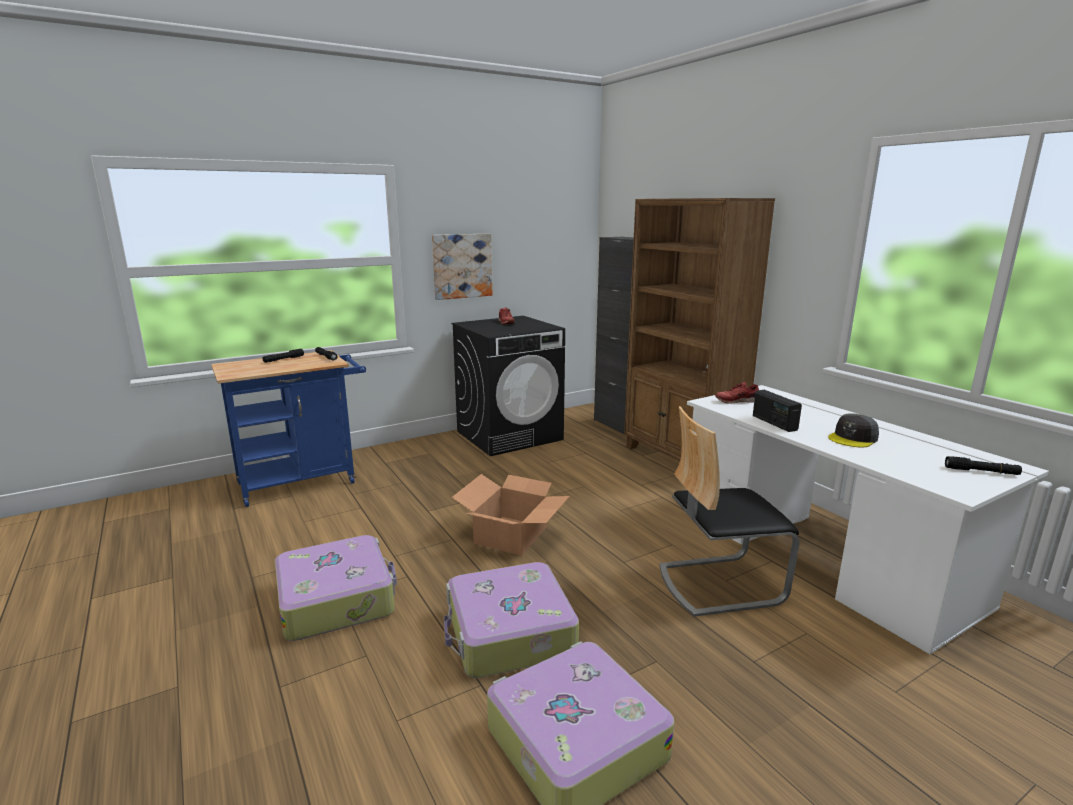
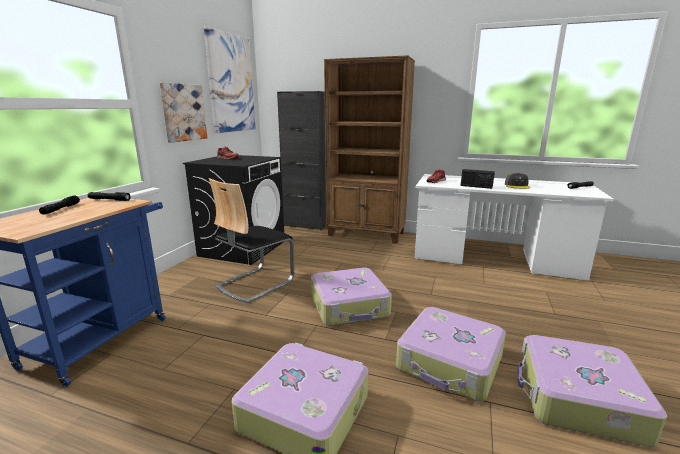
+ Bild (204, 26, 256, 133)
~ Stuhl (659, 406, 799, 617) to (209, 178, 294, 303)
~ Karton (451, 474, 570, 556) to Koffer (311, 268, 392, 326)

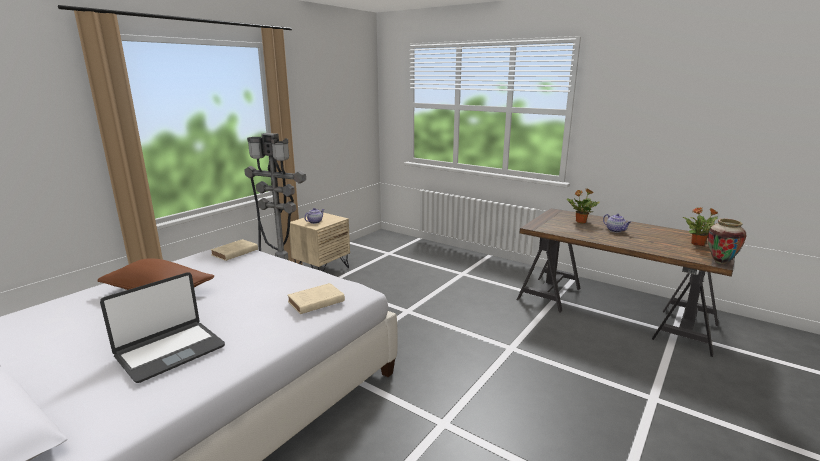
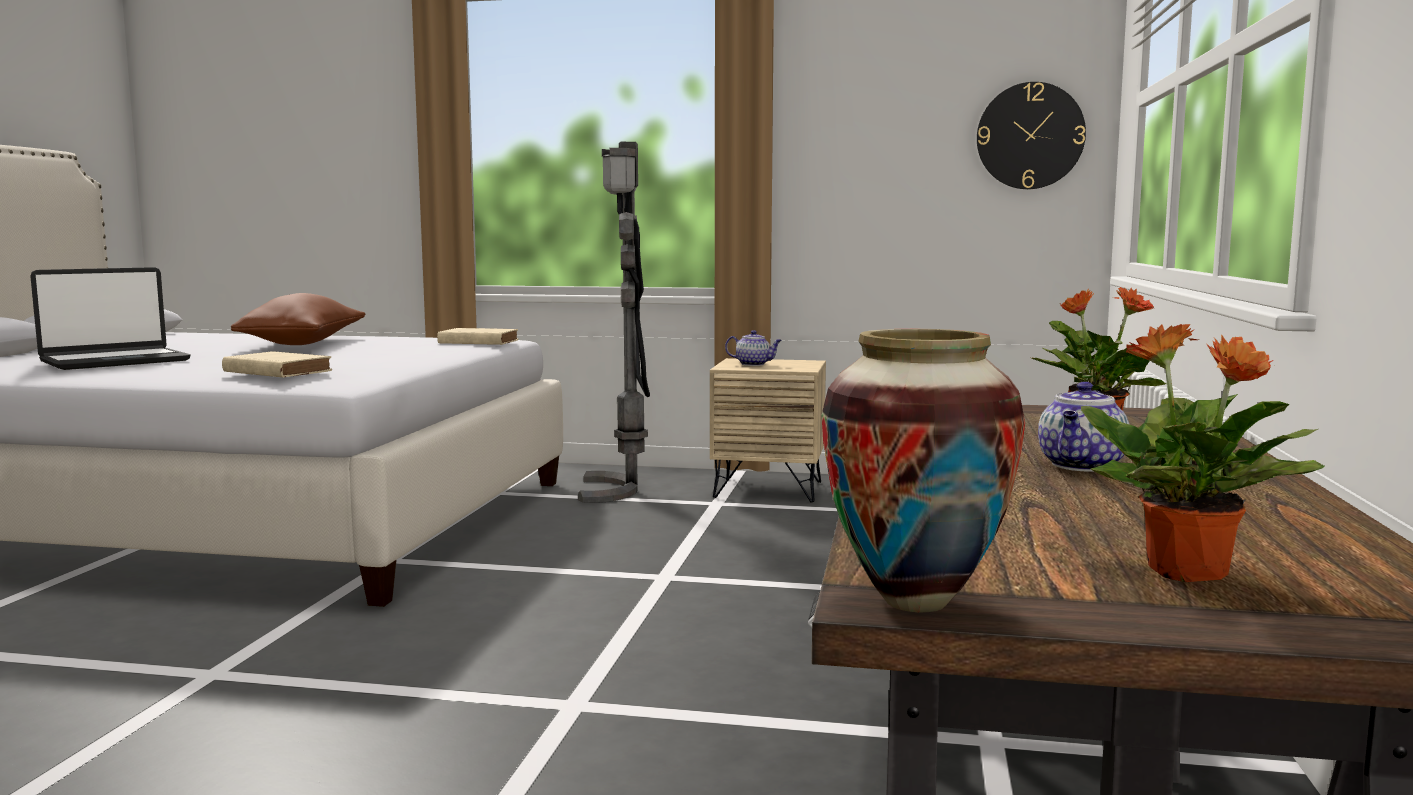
+ Wanduhr (977, 82, 1086, 189)
~ Laptop (100, 272, 225, 383) = (30, 267, 191, 370) 60 degrees counterclockwise

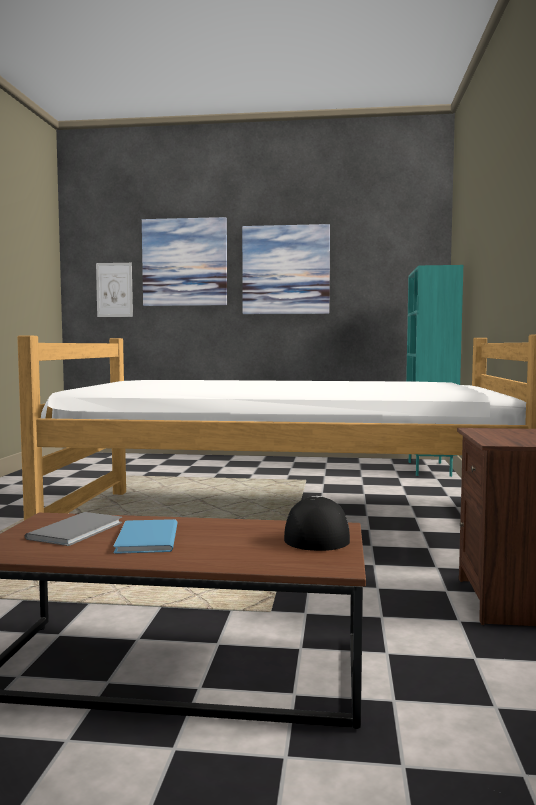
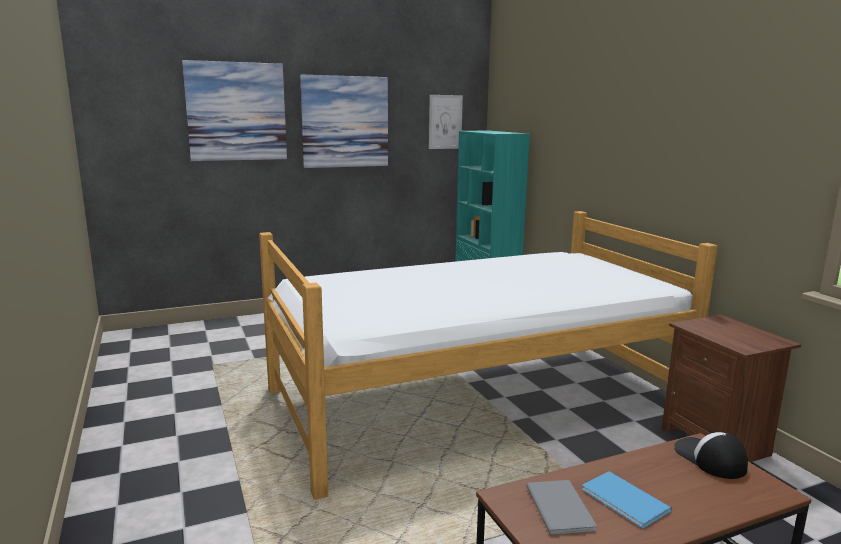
~ Bild (96, 263, 133, 317) to (429, 95, 463, 149)

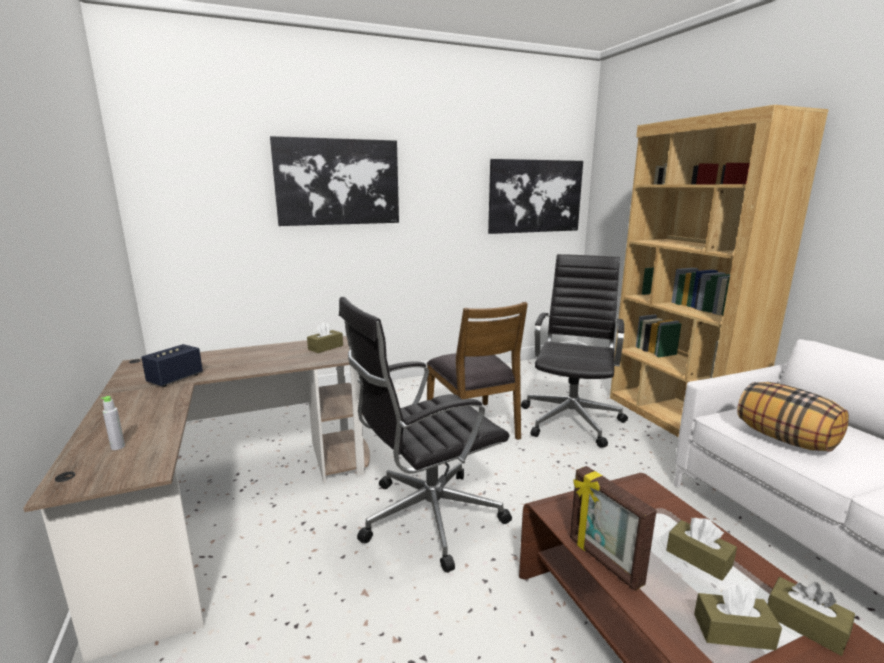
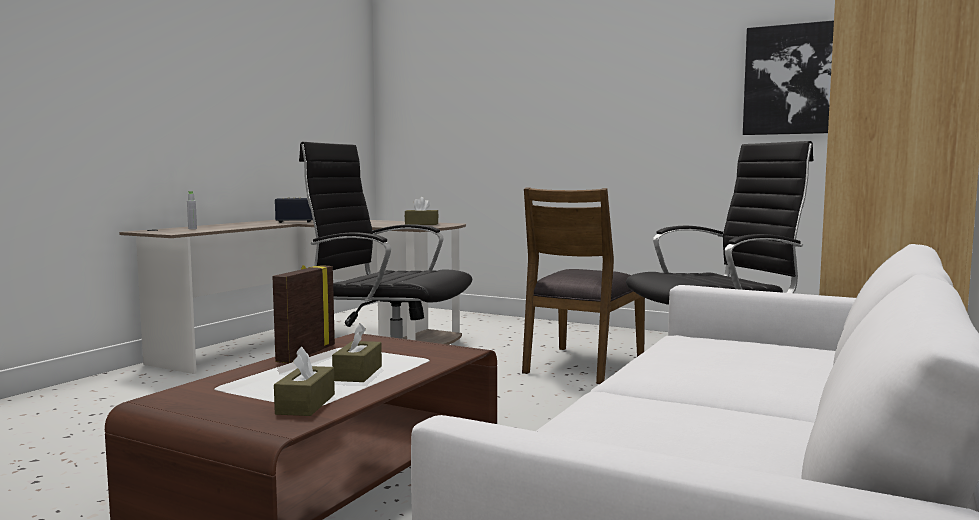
- Bild (270, 136, 399, 226)
- Taschentuchbox (braun) (694, 585, 782, 650)
- Kissen (737, 382, 849, 452)

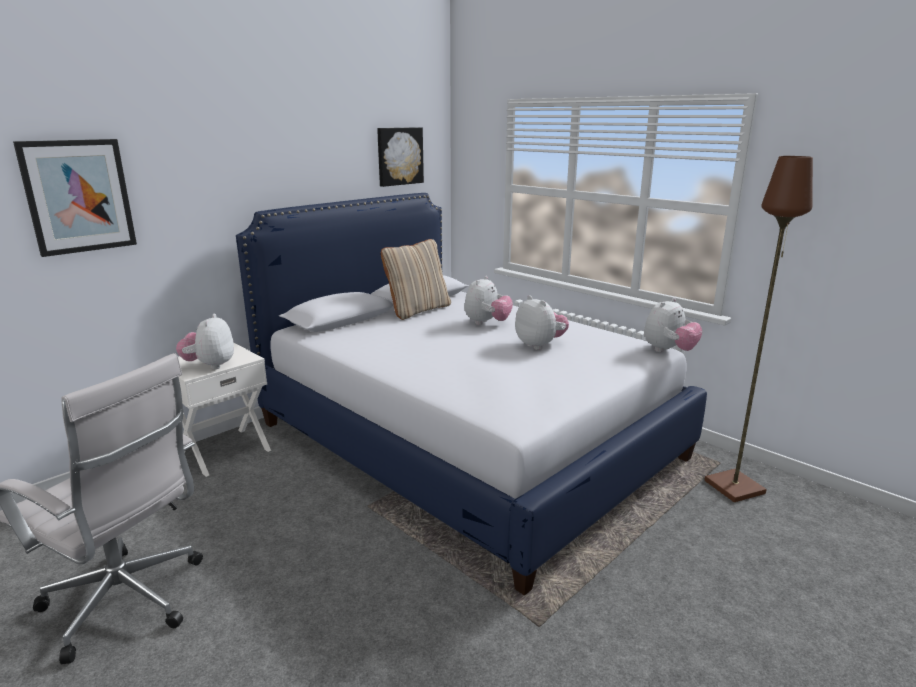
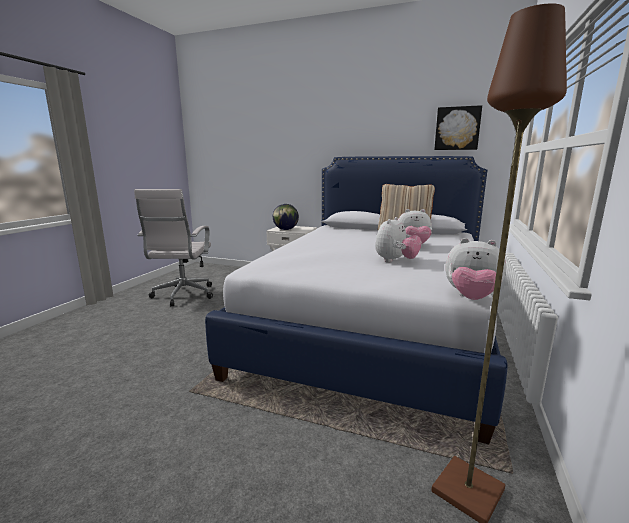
- Bild (13, 139, 137, 257)
~ Plüschtier (176, 314, 234, 370) to Globus (273, 204, 299, 230)

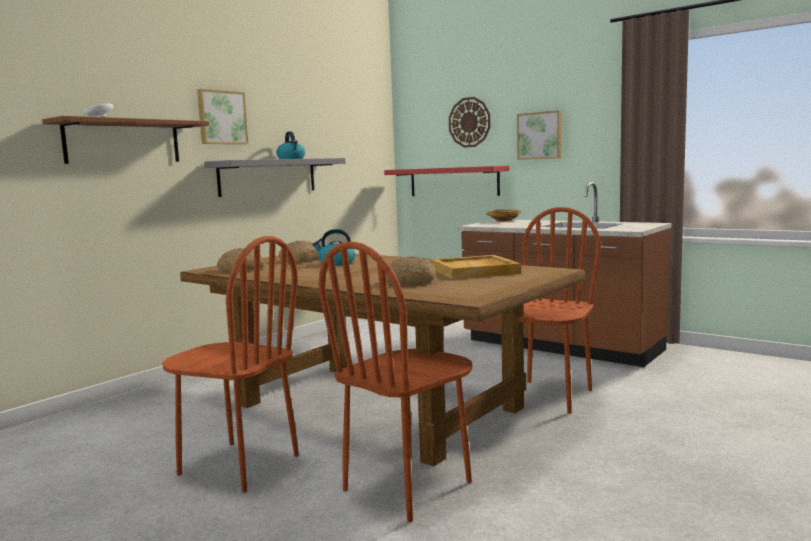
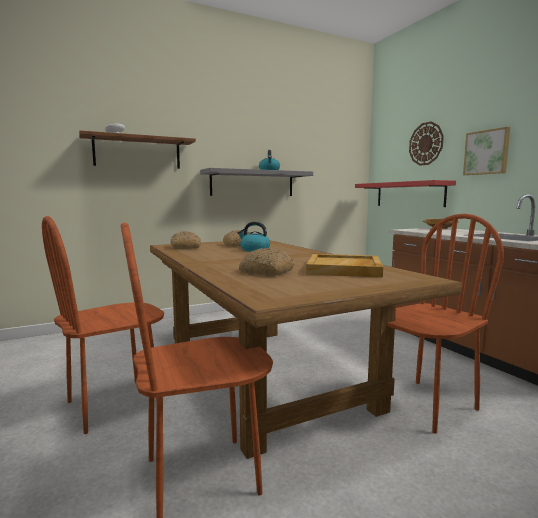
- Bild (197, 89, 248, 144)
~ Stuhl (braun) (162, 236, 299, 493) = (42, 216, 164, 434) 90 degrees clockwise

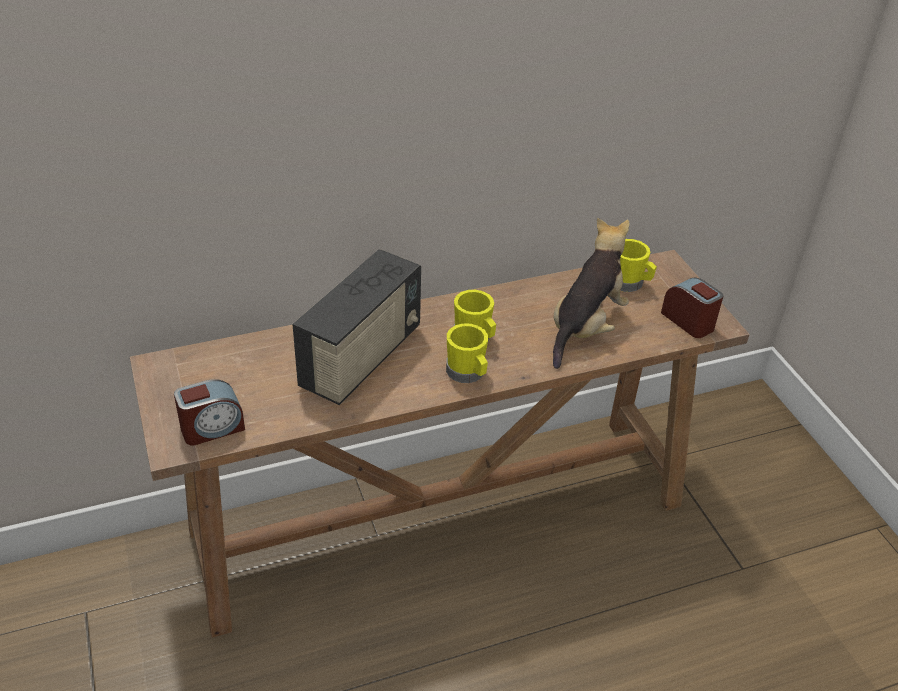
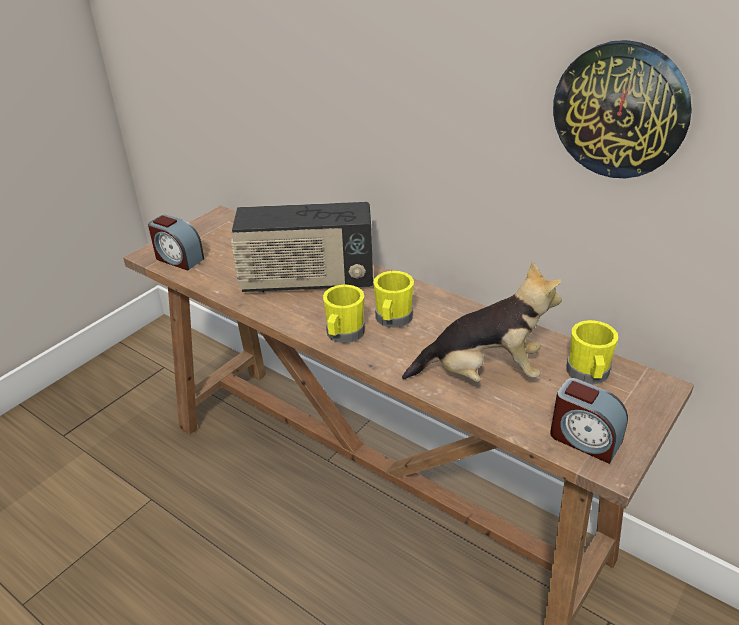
+ Wanduhr (553, 40, 692, 178)
~ Wecker (661, 277, 723, 338) = (550, 378, 628, 464) 105 degrees clockwise

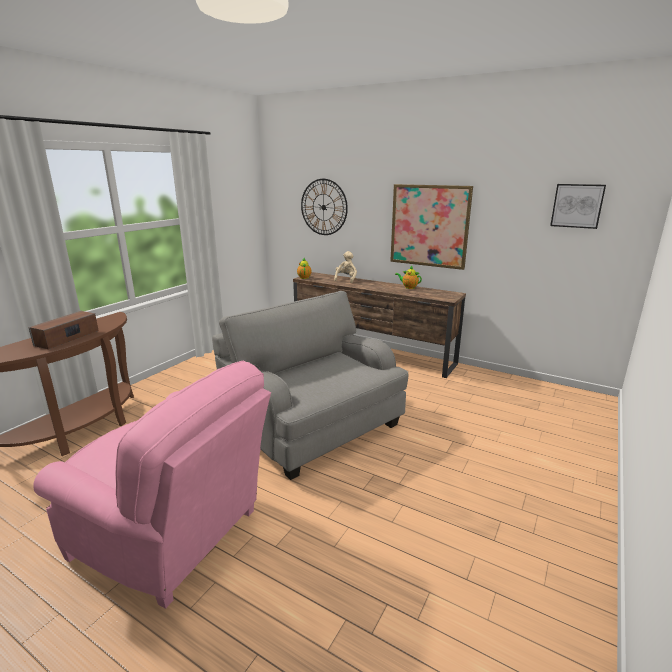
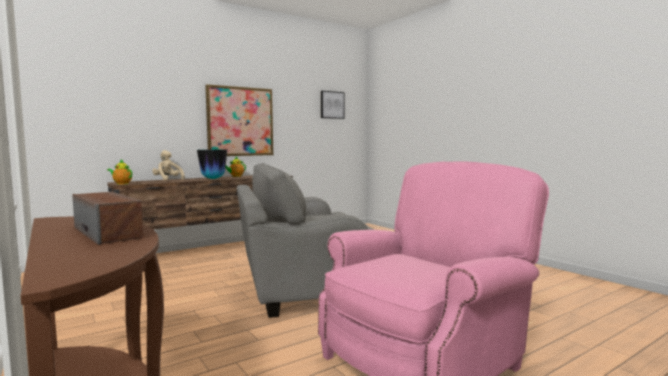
- Wanduhr (301, 179, 348, 235)
+ Vase (197, 150, 227, 179)

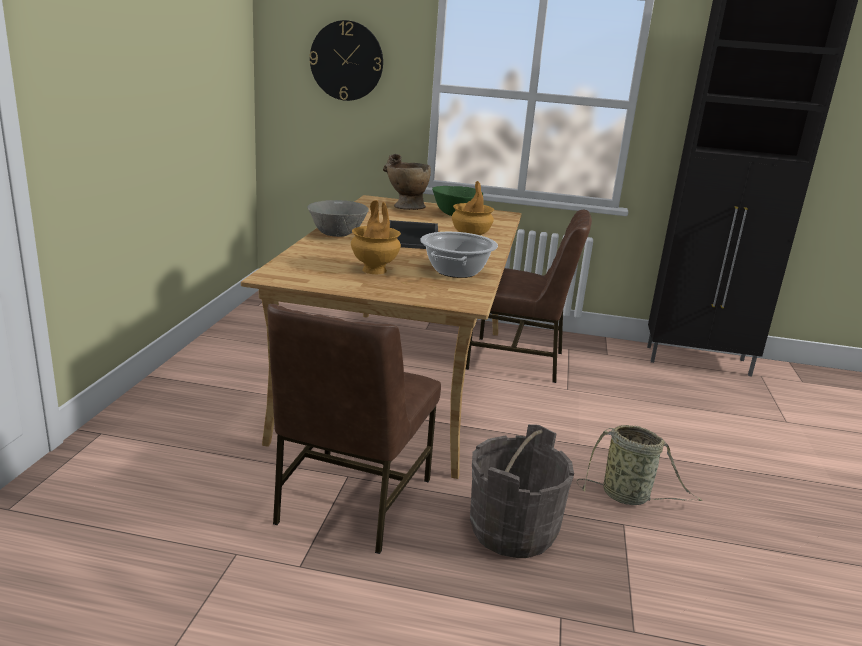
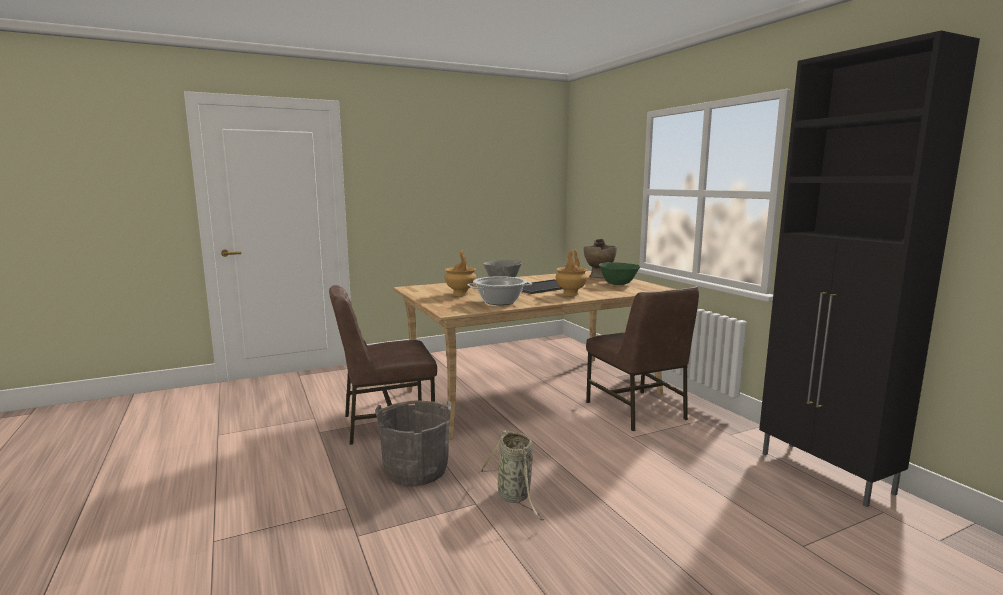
- Wanduhr (310, 20, 383, 101)

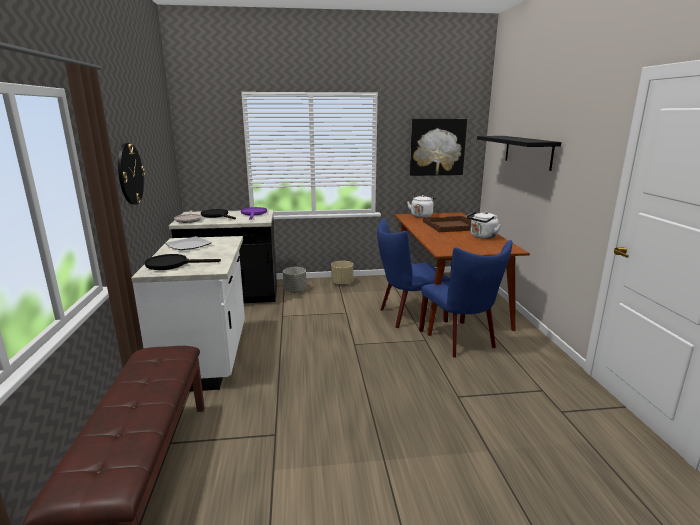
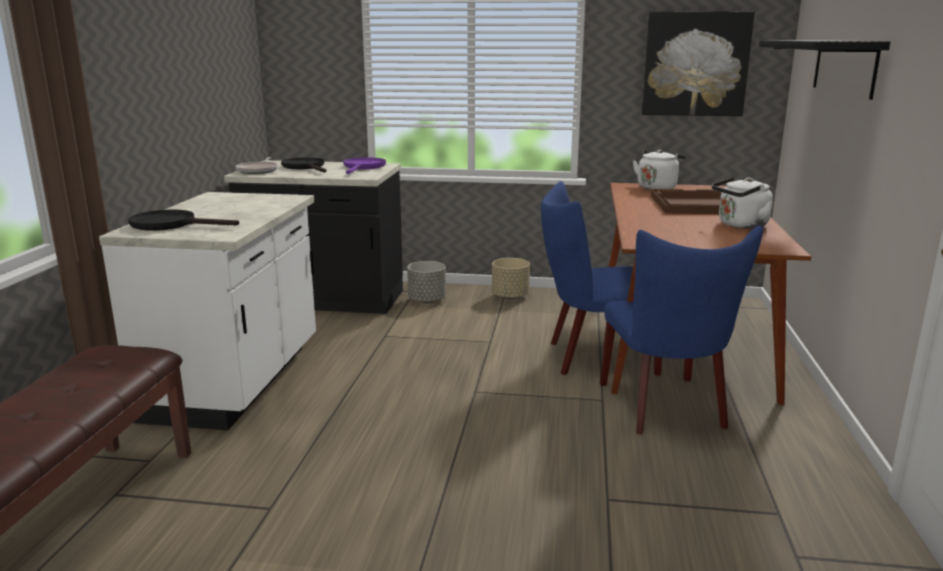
- Wanduhr (118, 143, 145, 205)
- Teller (165, 236, 212, 250)

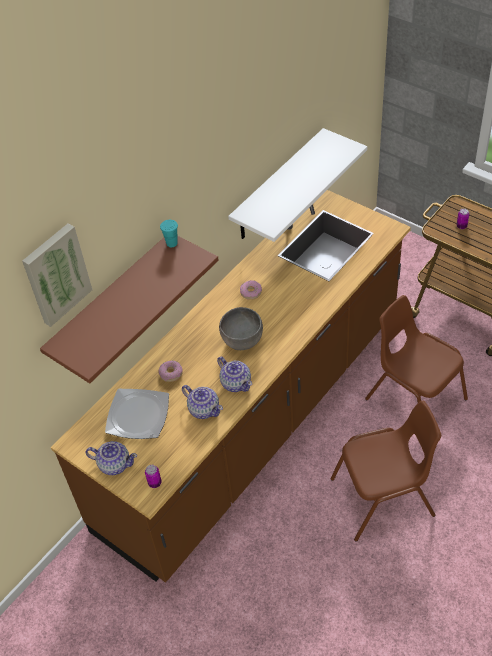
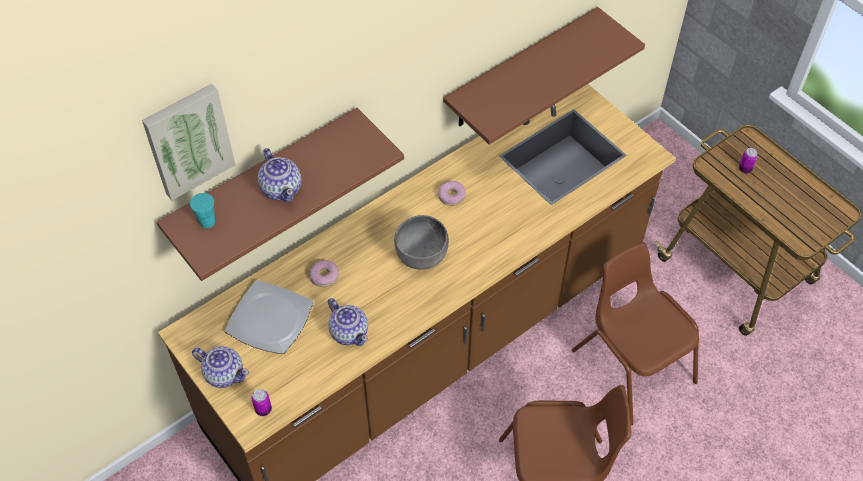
~ Tasse (türkis) (160, 220, 178, 247) to (190, 193, 215, 228)
~ Teekanne (217, 357, 252, 392) to (258, 148, 302, 202)
~ Wandregal (weiß) (228, 128, 367, 242) to Wandregal (braun) (443, 7, 645, 145)

